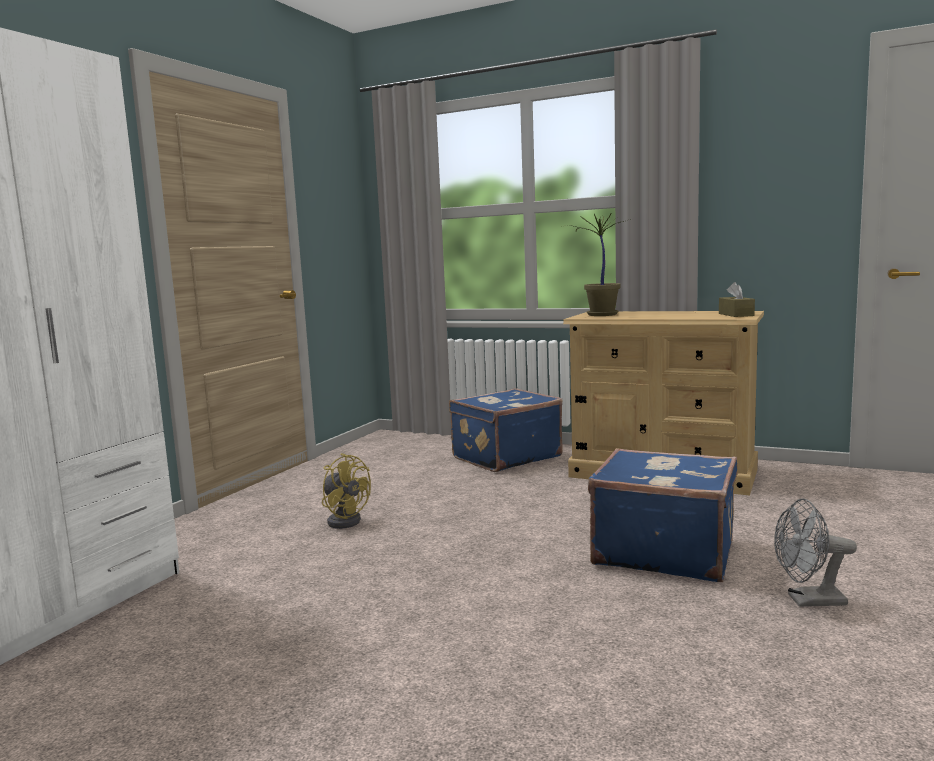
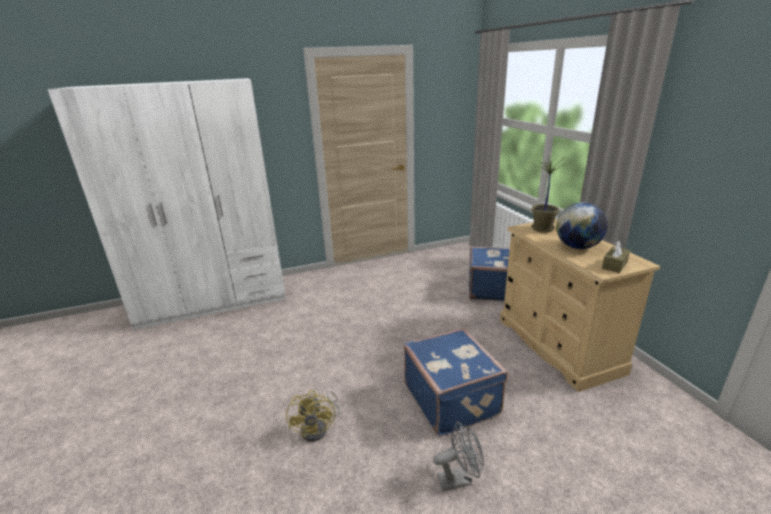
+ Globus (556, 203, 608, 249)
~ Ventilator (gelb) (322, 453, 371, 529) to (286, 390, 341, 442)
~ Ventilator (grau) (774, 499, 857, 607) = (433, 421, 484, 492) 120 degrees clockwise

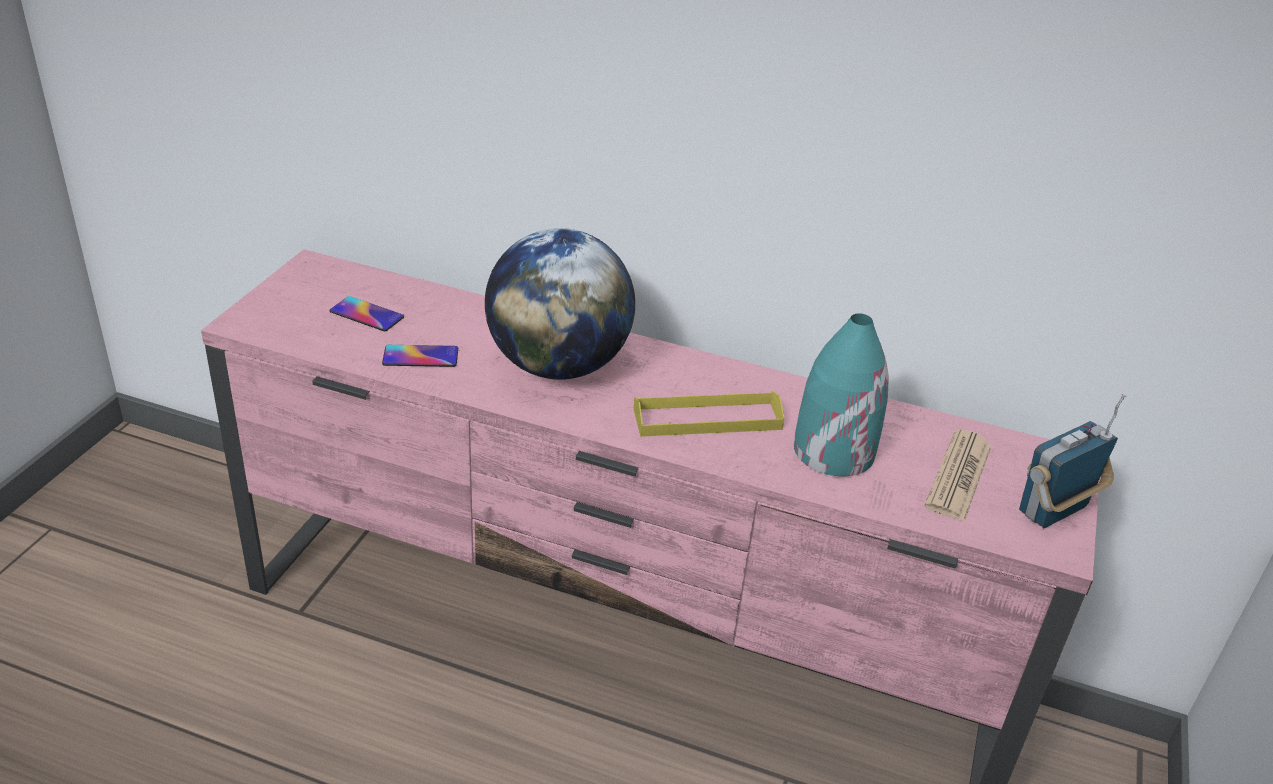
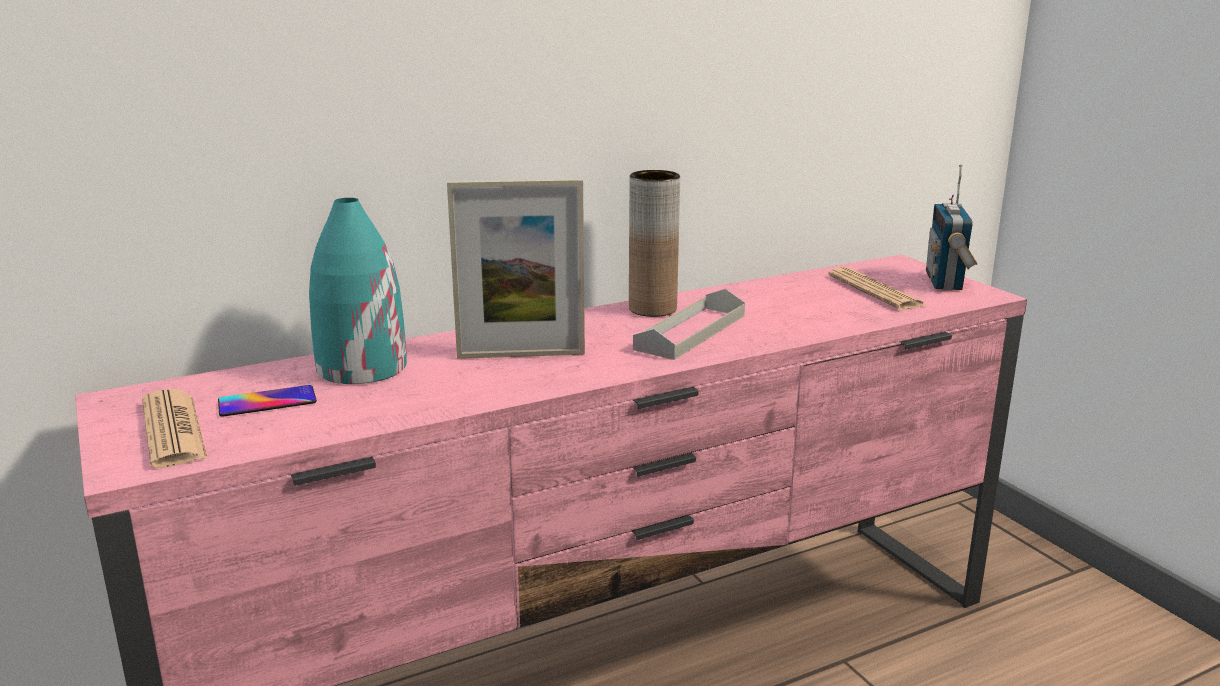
- Handy (382, 345, 458, 367)
+ Zeitung (142, 389, 208, 468)
+ Vase (braun) (629, 170, 680, 317)
~ Vase (türkis) (794, 314, 889, 476) to (309, 198, 407, 384)
~ Globus (485, 228, 635, 380) to Bilderrahmen (447, 179, 585, 359)
~ Tablett (gelb) (633, 391, 784, 437) to Tablett (grau) (633, 289, 745, 360)

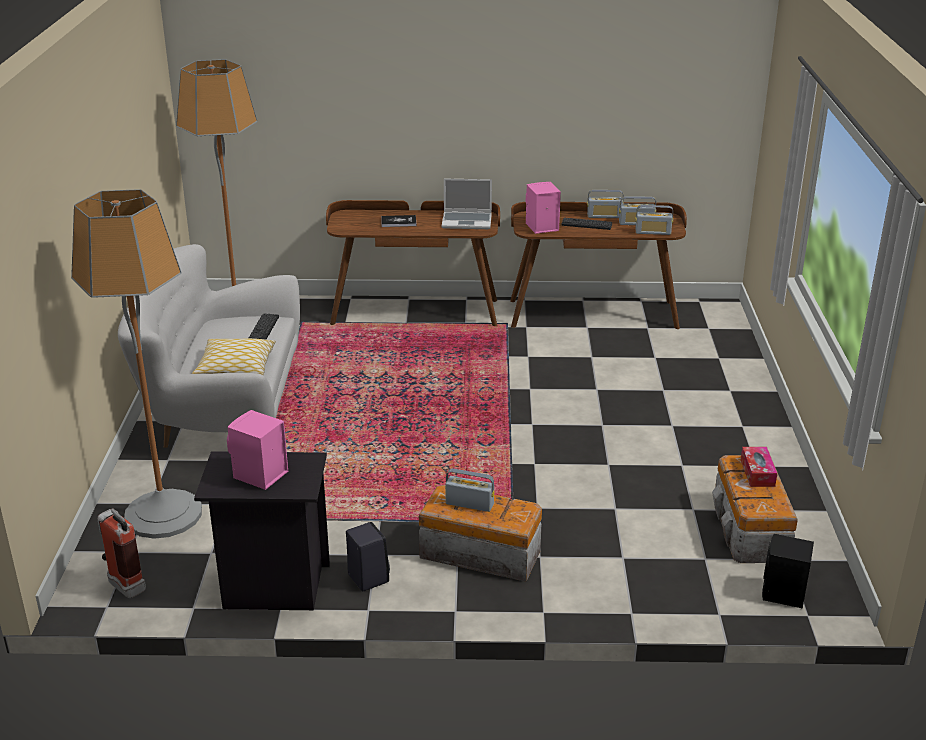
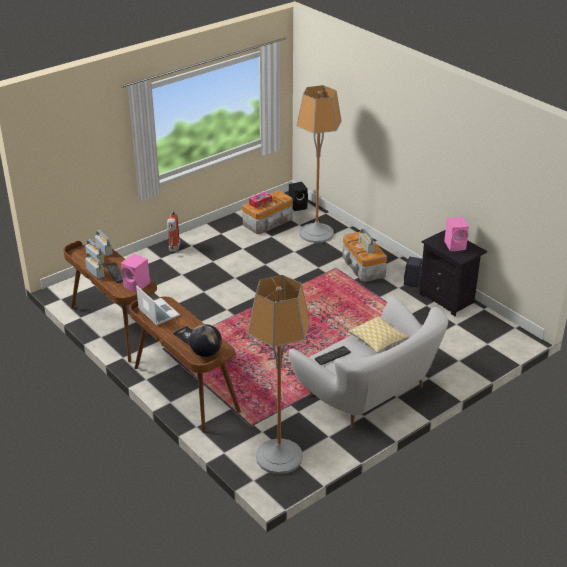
+ Globus (189, 324, 222, 357)
~ Stehlampe (71, 189, 202, 539) to (296, 85, 341, 243)
~ Feuerlöscher (98, 508, 146, 598) to (167, 210, 180, 252)

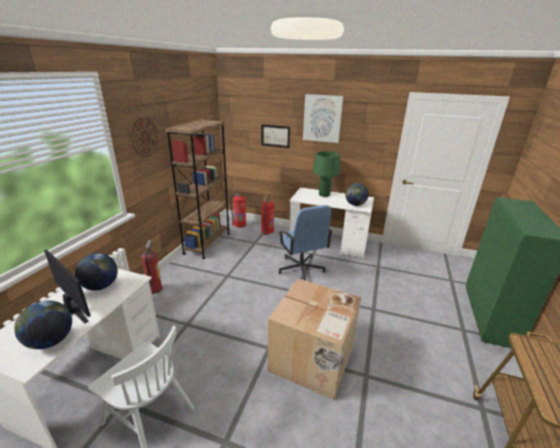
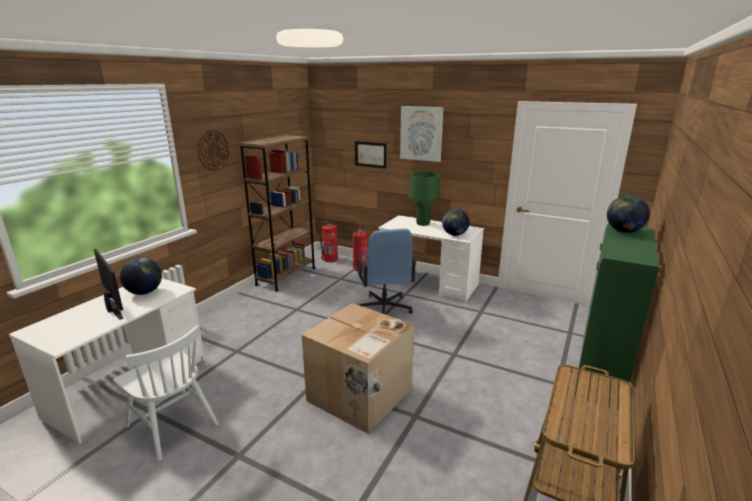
- Feuerlöscher (141, 240, 163, 294)
~ Globus (14, 300, 72, 349) to (607, 195, 650, 233)

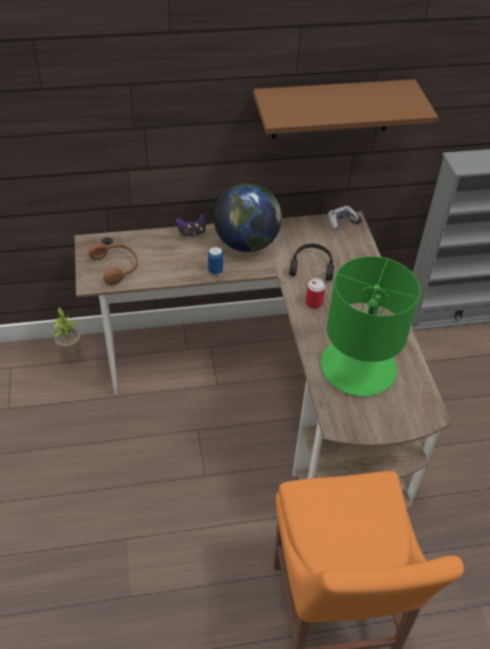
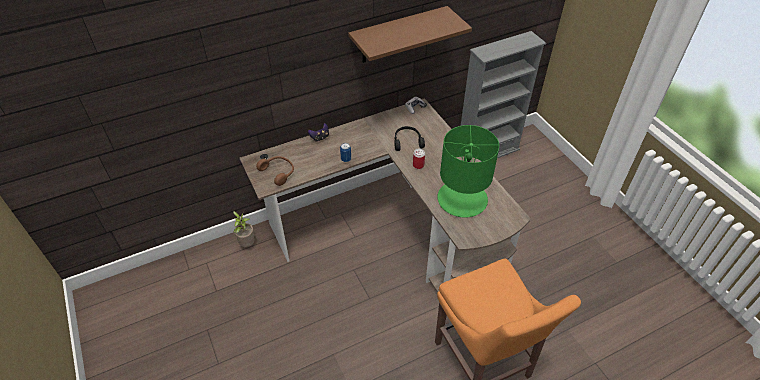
- Globus (214, 183, 282, 252)

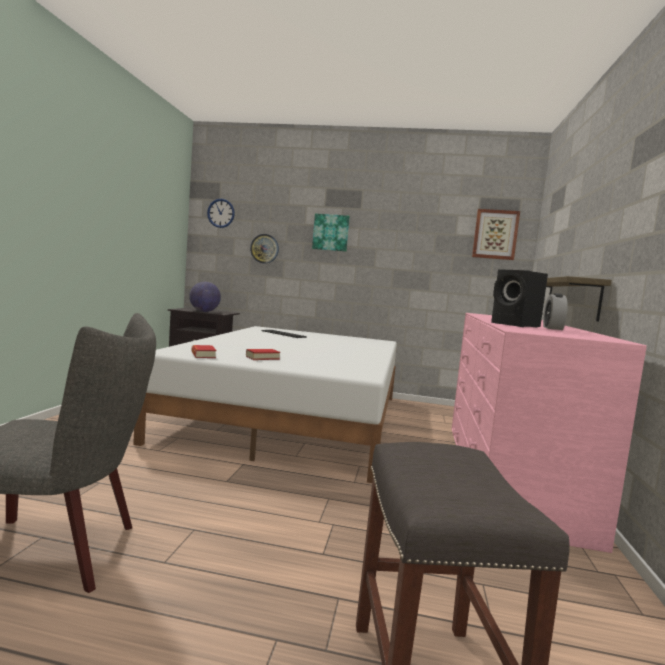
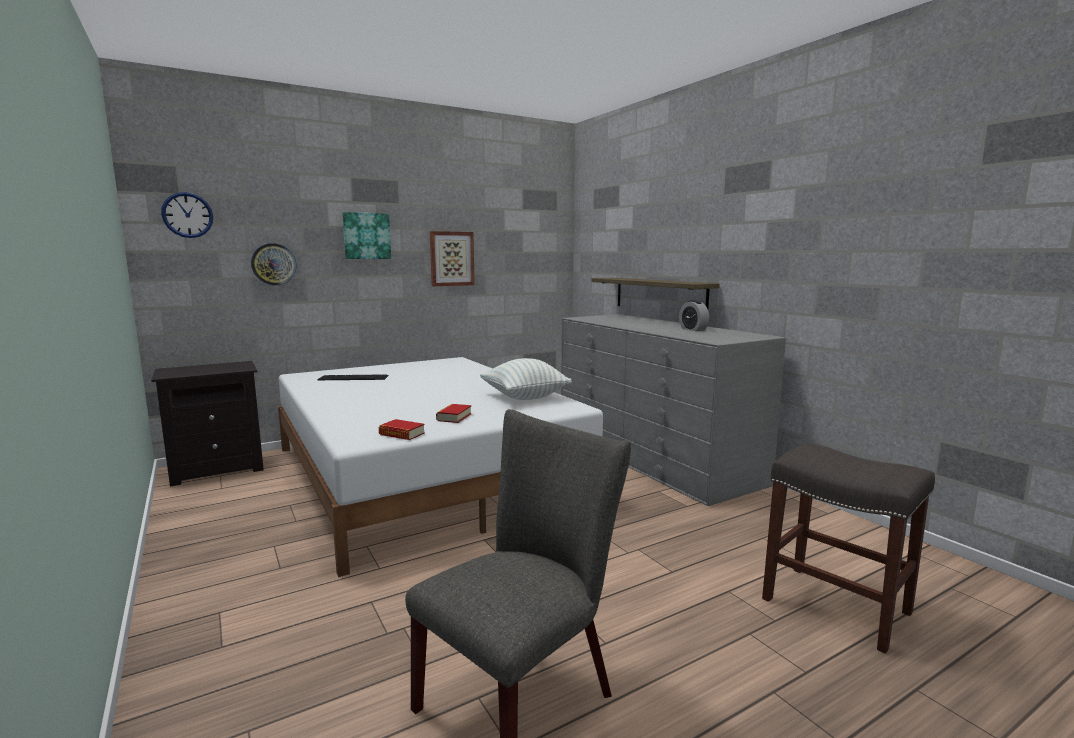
- Globus (189, 282, 221, 312)
- Lautsprecher (schwarz) (491, 269, 548, 327)
+ Kissen (480, 358, 572, 400)
~ Bild (472, 209, 520, 260) to (430, 231, 475, 286)
~ Kommode (rosa) (452, 313, 647, 553) to Kommode (grau) (561, 314, 786, 506)

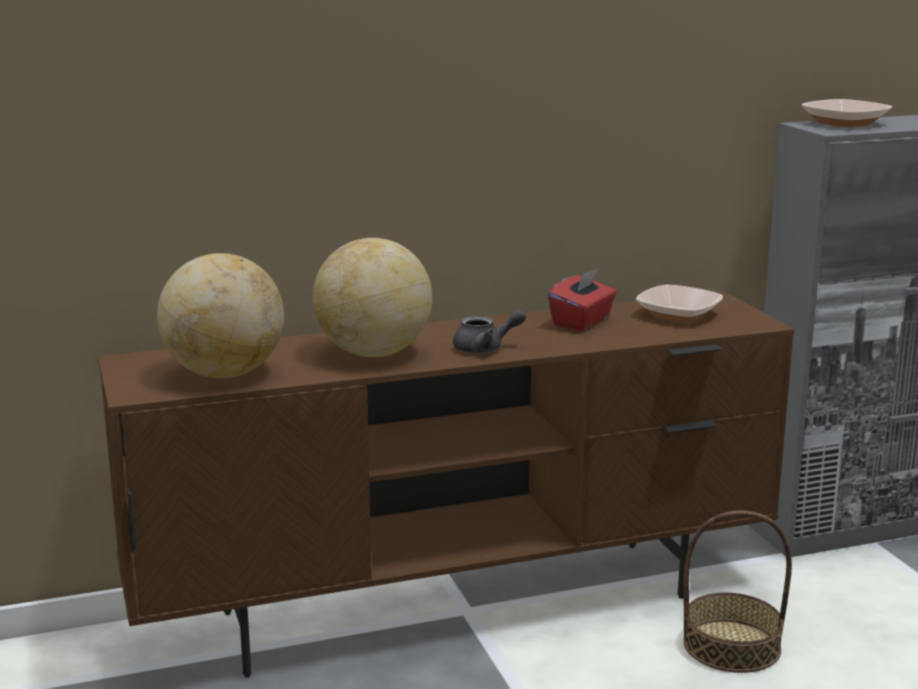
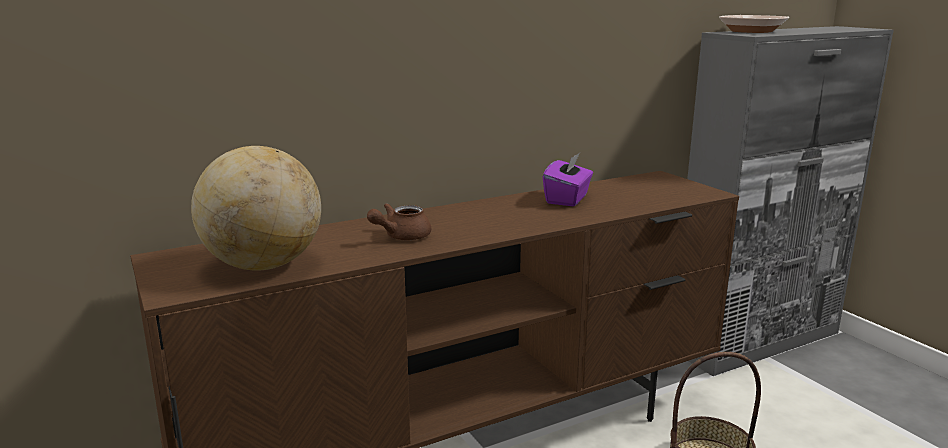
- Teekanne (grau) (453, 309, 526, 353)
- Schüssel (636, 284, 723, 322)
~ Globus (313, 238, 432, 357) to Teekanne (braun) (367, 203, 431, 240)
~ Taschentuchbox (rot) (548, 268, 617, 331) to Taschentuchbox (lila) (543, 153, 593, 207)

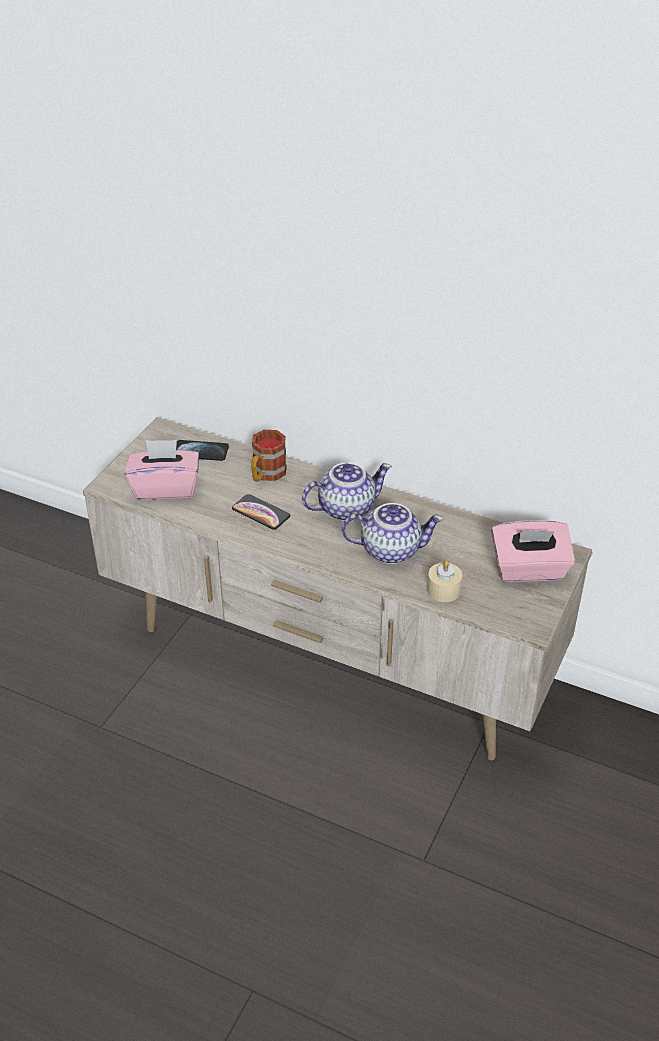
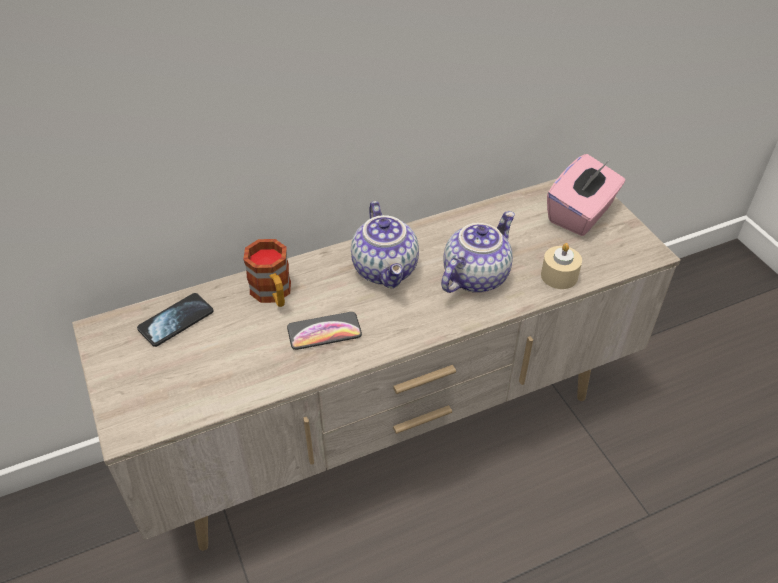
- Taschentuchbox (rosa) (125, 440, 199, 500)
~ Teekanne (302, 463, 392, 521) = (351, 201, 419, 288) 150 degrees clockwise

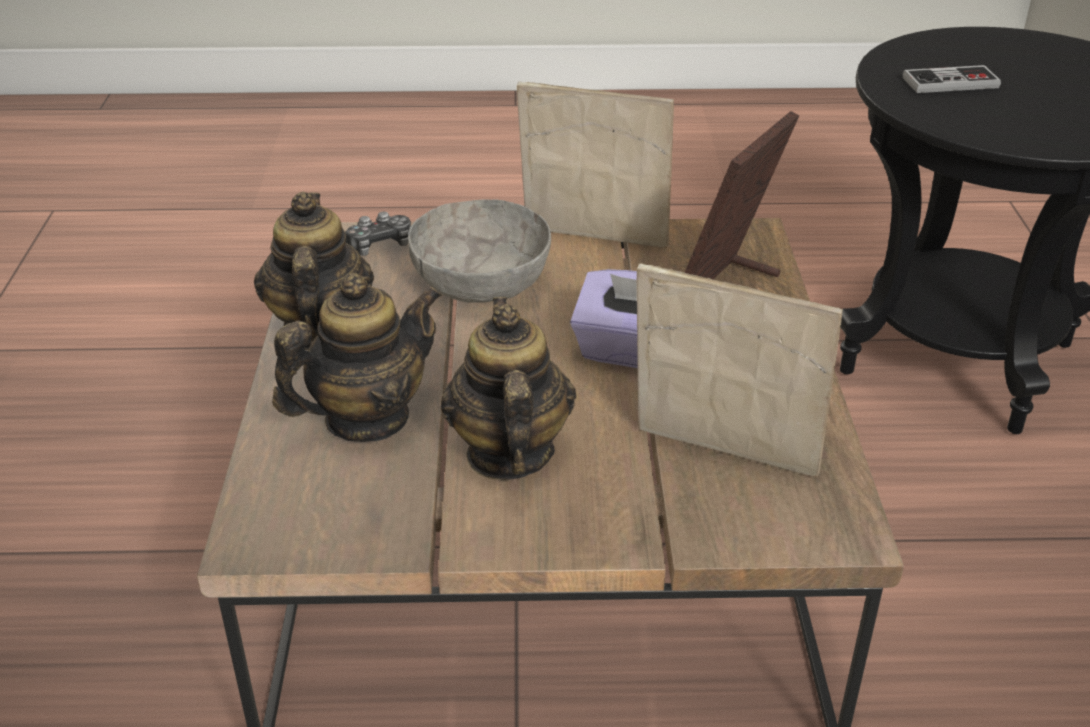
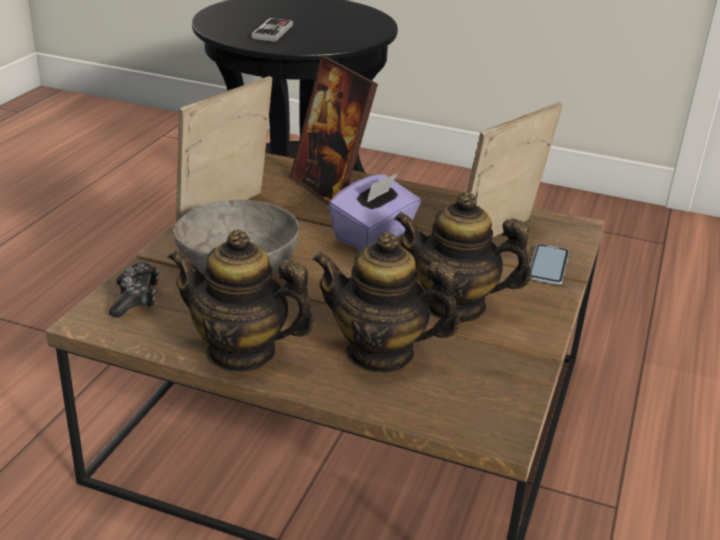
+ Handy (530, 244, 570, 285)
~ Teekanne (272, 273, 442, 442) = (312, 232, 460, 374) 60 degrees counterclockwise

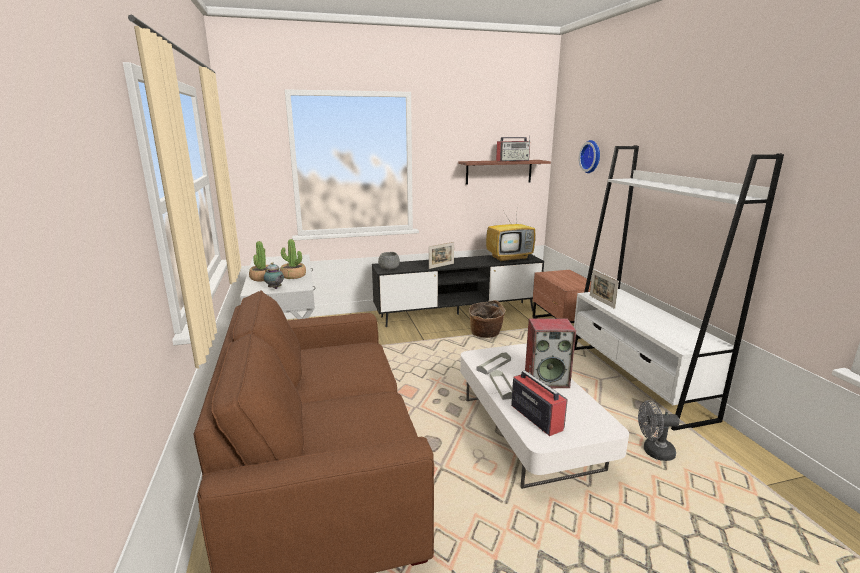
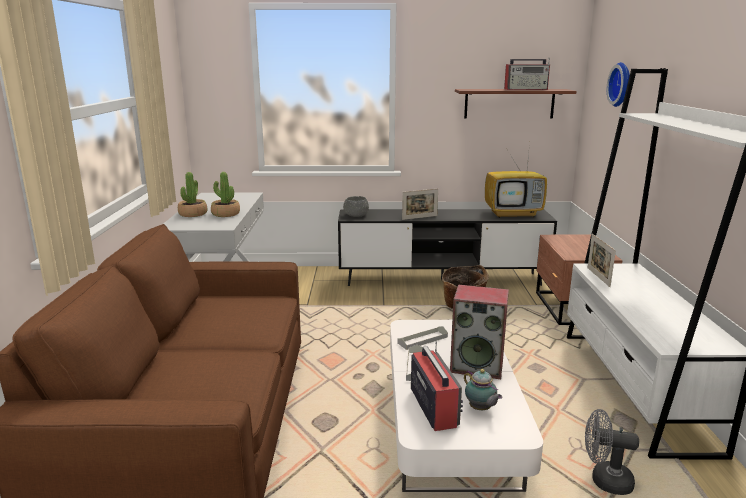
~ Teekanne (264, 262, 284, 289) to (464, 369, 503, 411)

